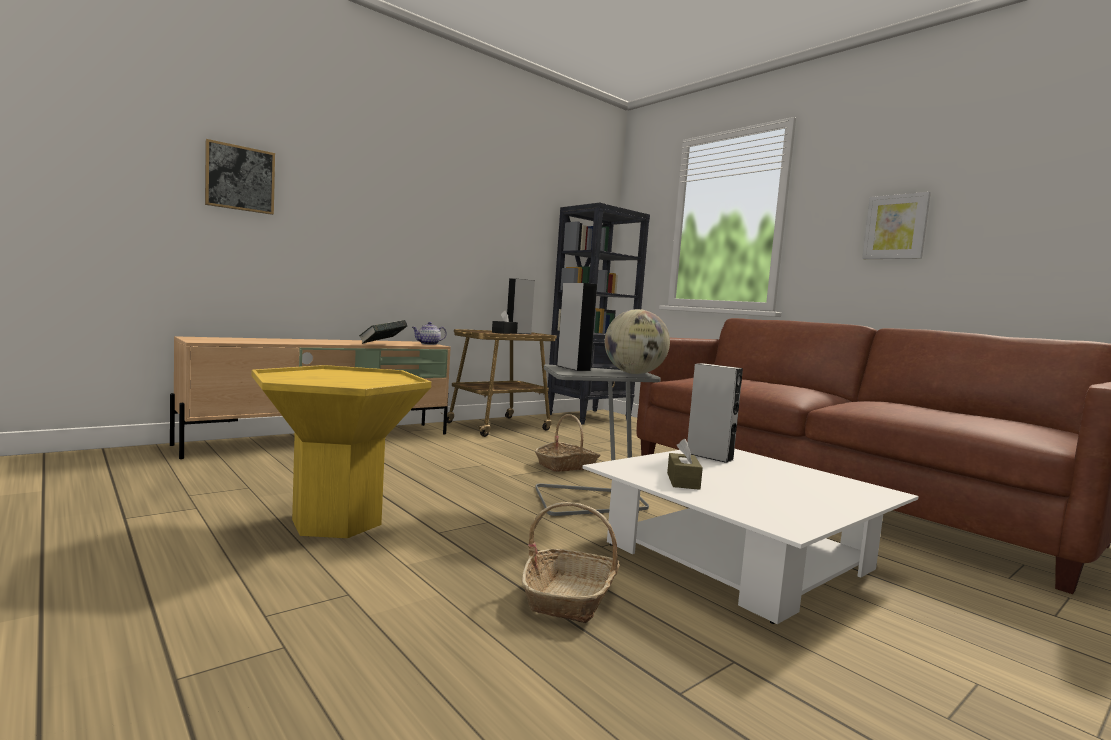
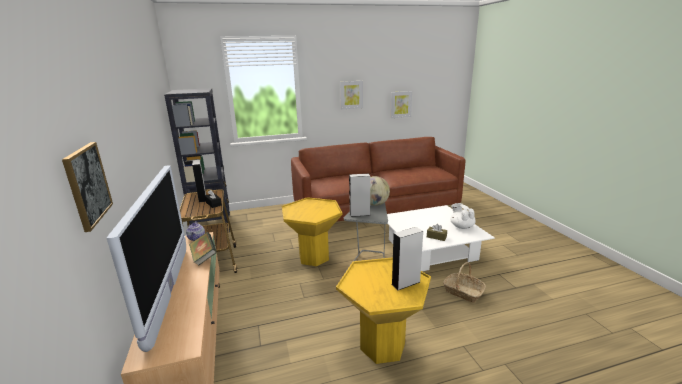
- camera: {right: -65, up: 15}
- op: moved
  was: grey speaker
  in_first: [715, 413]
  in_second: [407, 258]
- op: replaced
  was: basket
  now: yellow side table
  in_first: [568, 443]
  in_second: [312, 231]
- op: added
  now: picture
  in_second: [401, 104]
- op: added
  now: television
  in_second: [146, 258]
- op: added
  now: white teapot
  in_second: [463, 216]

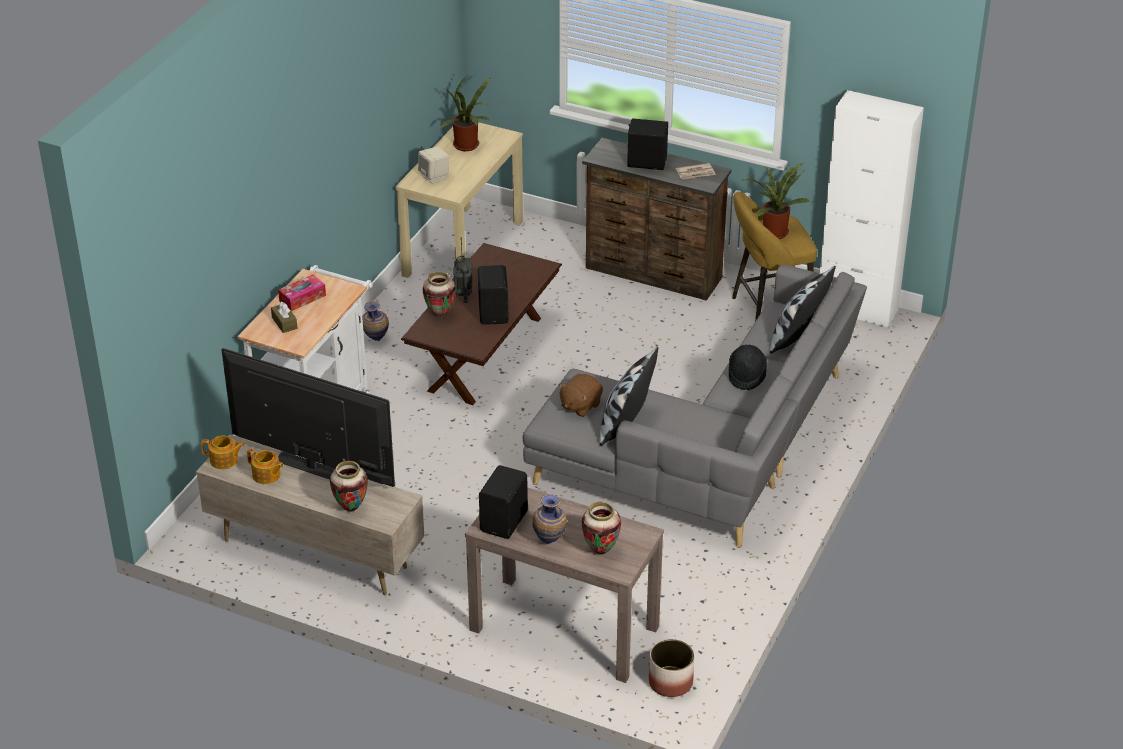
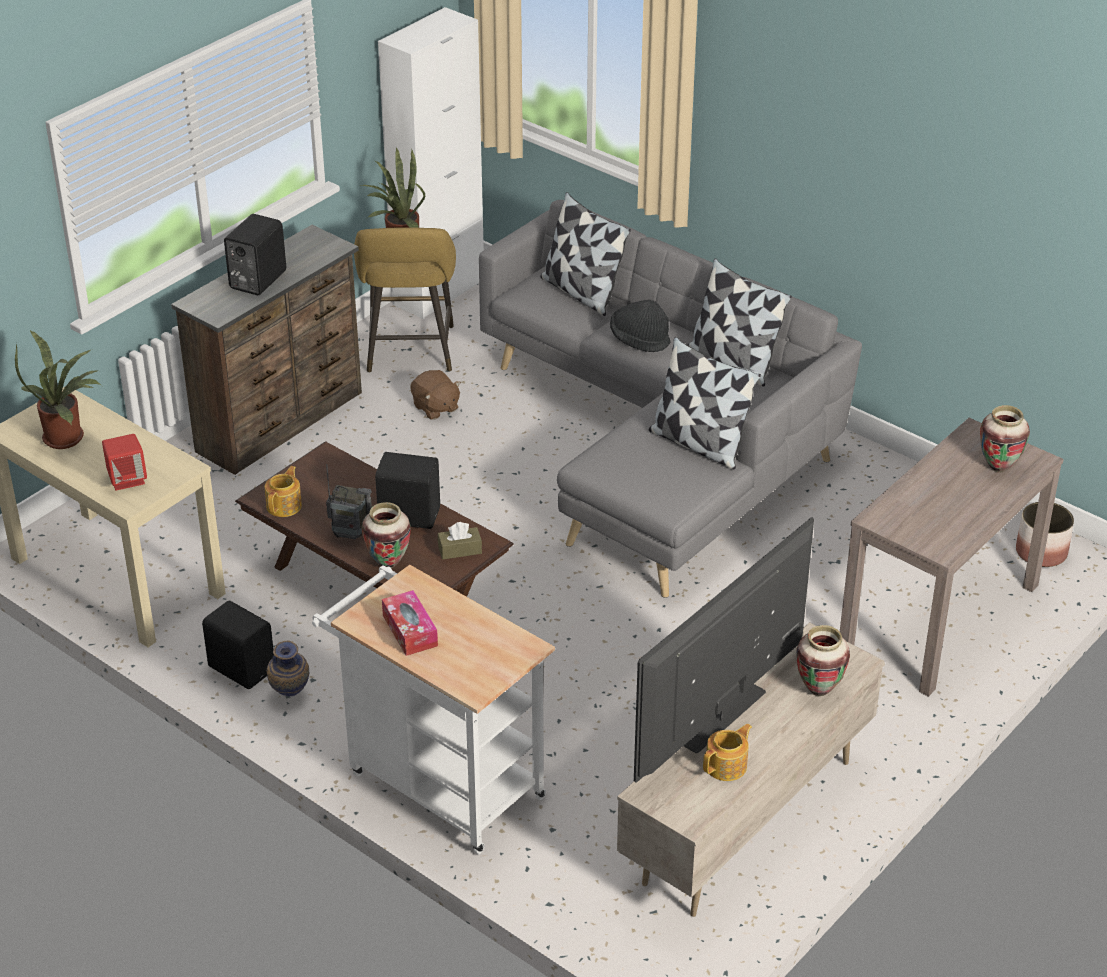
- camera: {right: -75, up: 0}
- op: recoloured
  was: beige speaker
  now: red speaker
  in_first: [433, 165]
  in_second: [124, 462]
- op: removed
  was: newspaper
  in_first: [696, 171]
- op: moved
  was: brown tissue box
  in_first: [284, 317]
  in_second: [460, 541]
- op: moved
  was: brown plush toy
  in_first: [581, 395]
  in_second: [435, 395]
- op: moved
  was: teapot
  in_first: [223, 453]
  in_second: [283, 491]
- op: moved
  was: black speaker
  in_first: [503, 502]
  in_second: [238, 645]
- op: removed
  was: vase
  in_first: [549, 519]
- op: added
  now: pillow
  in_second: [740, 322]

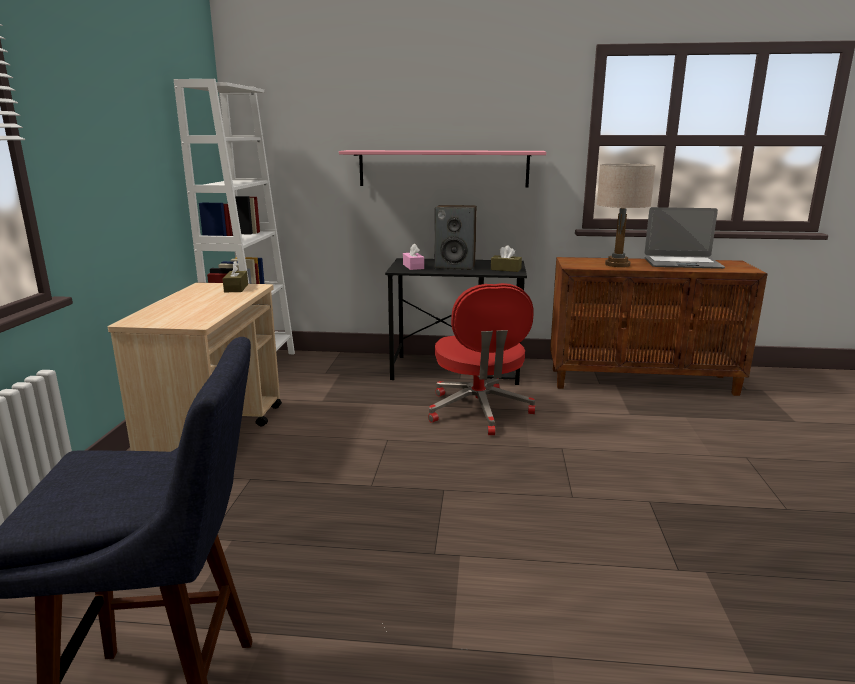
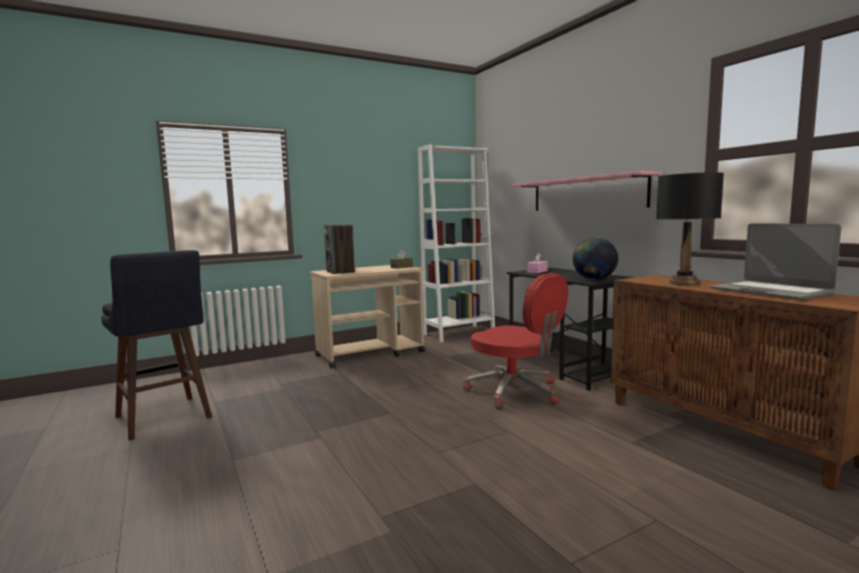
- camera: {right: 55, up: -10}
- op: recoloured
  was: beige table lamp
  now: black table lamp
  in_first: [626, 215]
  in_second: [690, 229]
- op: moved
  was: speaker
  in_first: [456, 237]
  in_second: [339, 249]
- op: replaced
  was: brown tissue box
  now: globe
  in_first: [506, 258]
  in_second: [595, 258]
- op: turned
  was: red office chair
  in_first: [482, 359]
  in_second: [515, 341]
  clockwise: -90

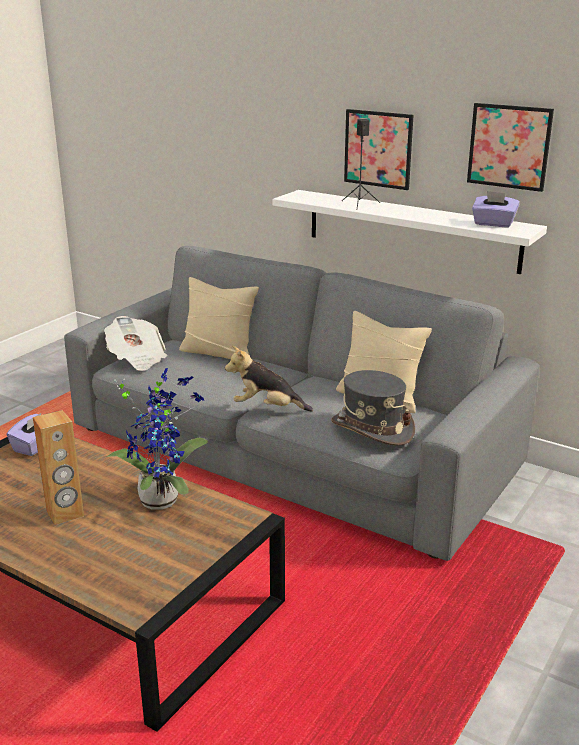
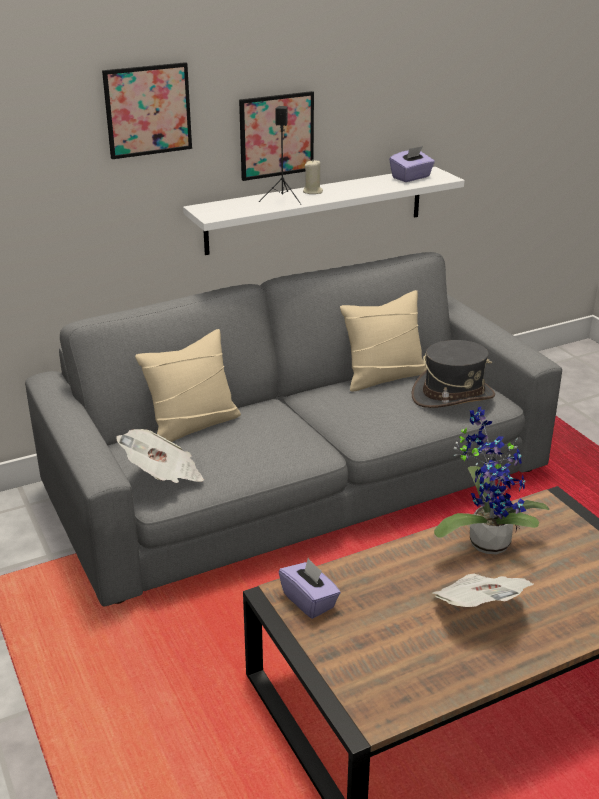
- camera: {right: -60, up: 5}
- op: moved
  was: picture
  in_first: [510, 147]
  in_second: [147, 110]
- op: removed
  was: plush toy
  in_first: [269, 379]
- op: replaced
  was: brown speaker
  now: newspaper
  in_first: [58, 467]
  in_second: [483, 590]
- op: added
  now: beige candle
  in_second: [313, 177]

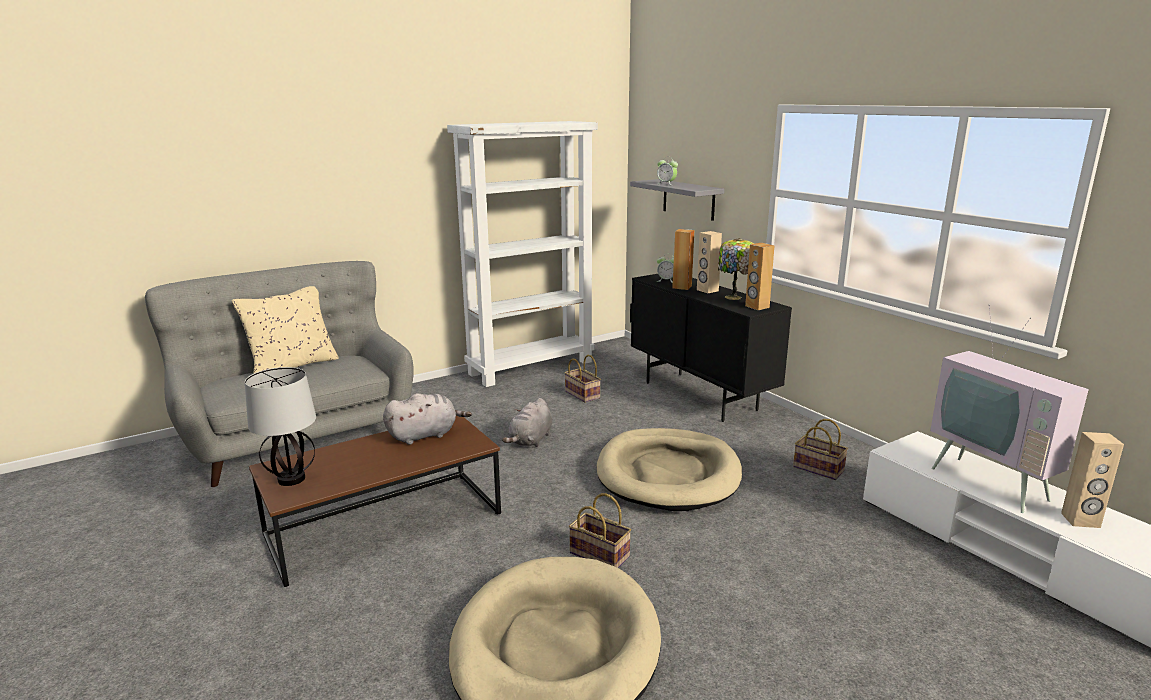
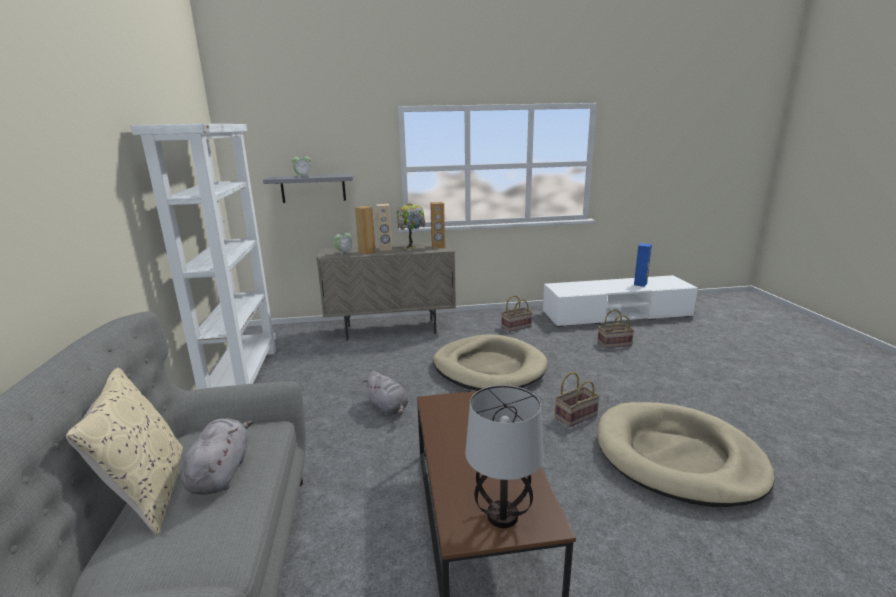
- camera: {right: -65, up: 0}
- op: recoloured
  was: black cabinet
  now: beige cabinet
  in_first: [711, 348]
  in_second: [386, 291]
- op: removed
  was: television
  in_first: [1009, 408]
- op: moved
  was: basket
  in_first: [582, 379]
  in_second: [615, 329]
- op: moved
  was: grey plush toy
  in_first: [427, 419]
  in_second: [217, 456]
- op: recoloured
  was: beige speaker
  now: blue speaker
  in_first: [1092, 480]
  in_second: [643, 265]

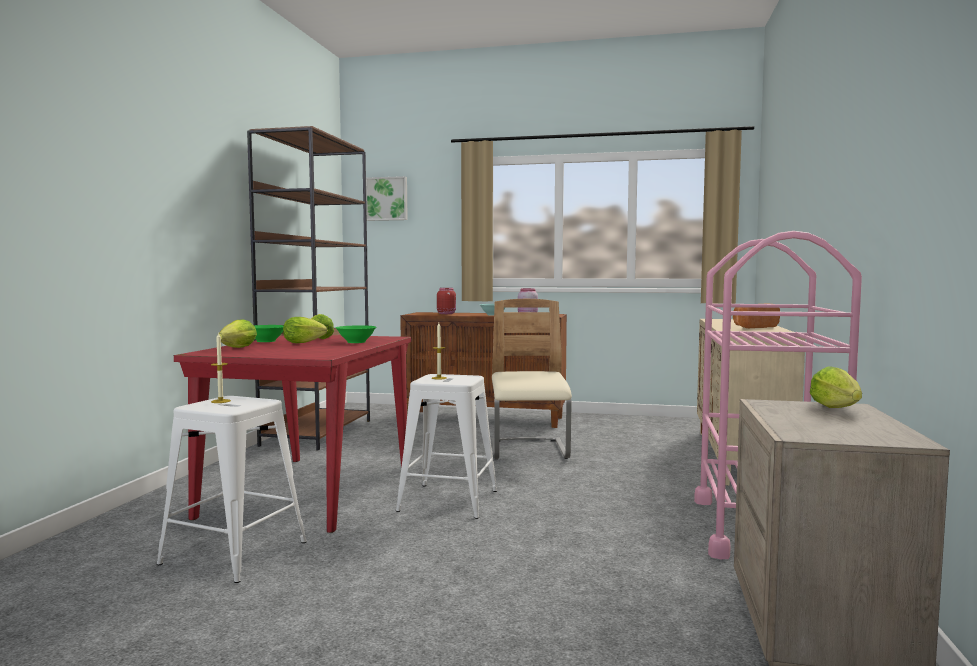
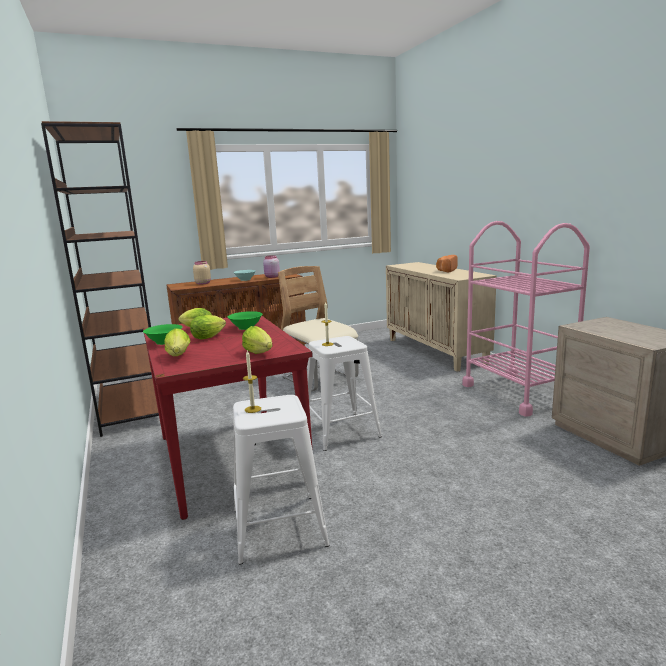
- camera: {right: -35, up: 10}
- op: removed
  was: picture
  in_first: [387, 198]
- op: recoloured
  was: red jar
  now: beige jar
  in_first: [446, 301]
  in_second: [202, 273]
- op: moved
  was: lettuce
  in_first: [836, 387]
  in_second: [257, 340]

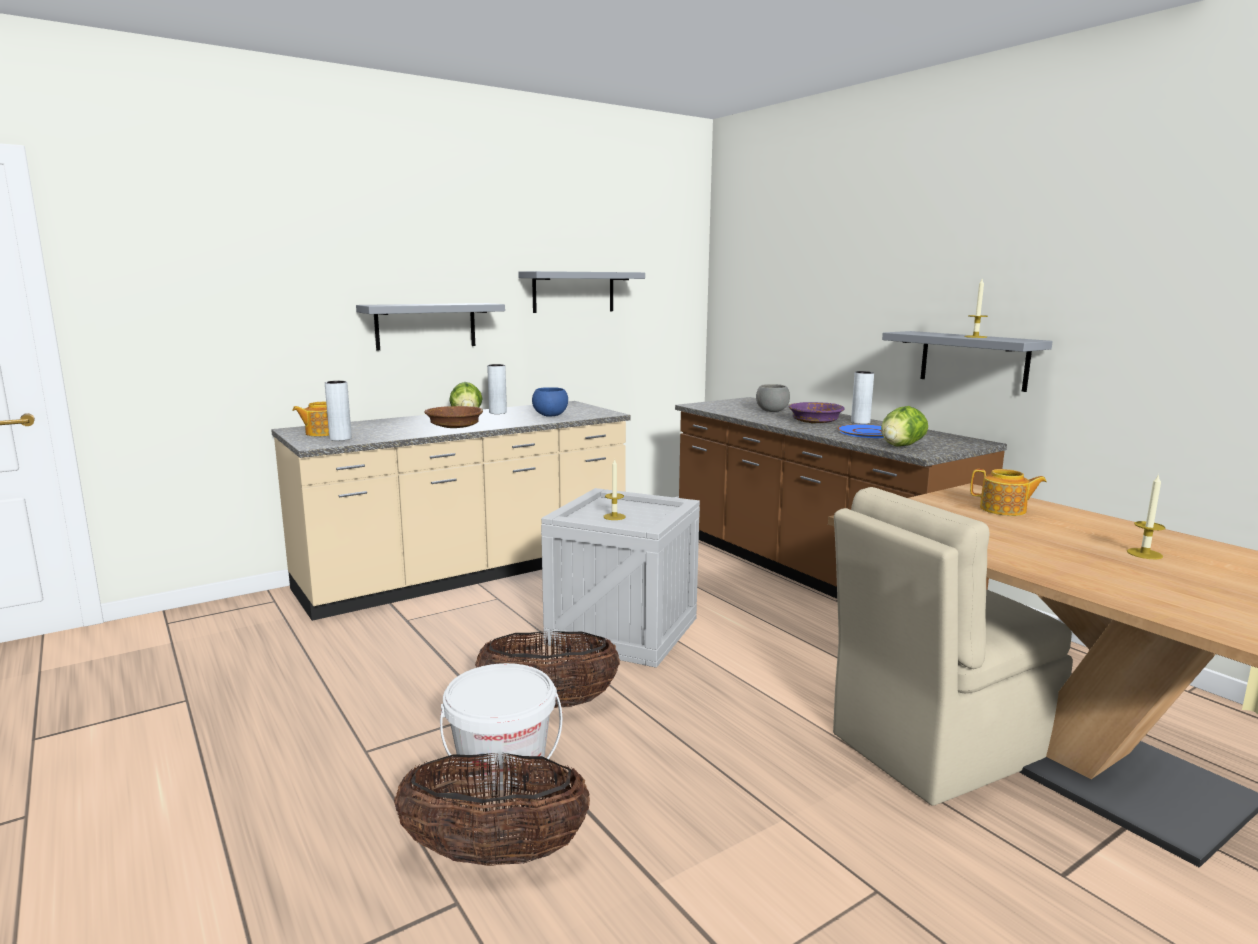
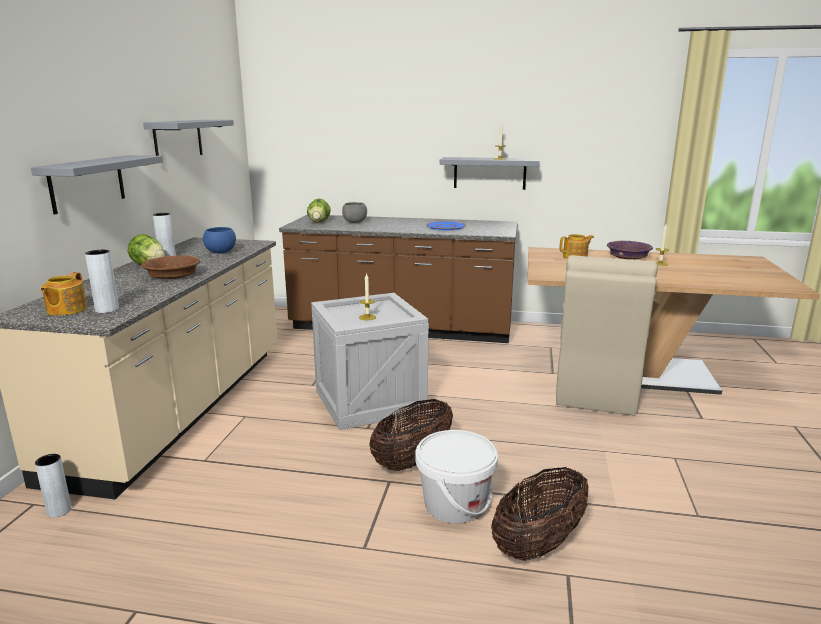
- camera: {right: -45, up: 5}
- op: moved
  was: grey vase
  in_first: [862, 397]
  in_second: [53, 486]
- op: moved
  was: purple bowl
  in_first: [816, 412]
  in_second: [630, 250]
- op: moved
  was: lettuce
  in_first: [904, 426]
  in_second: [319, 211]

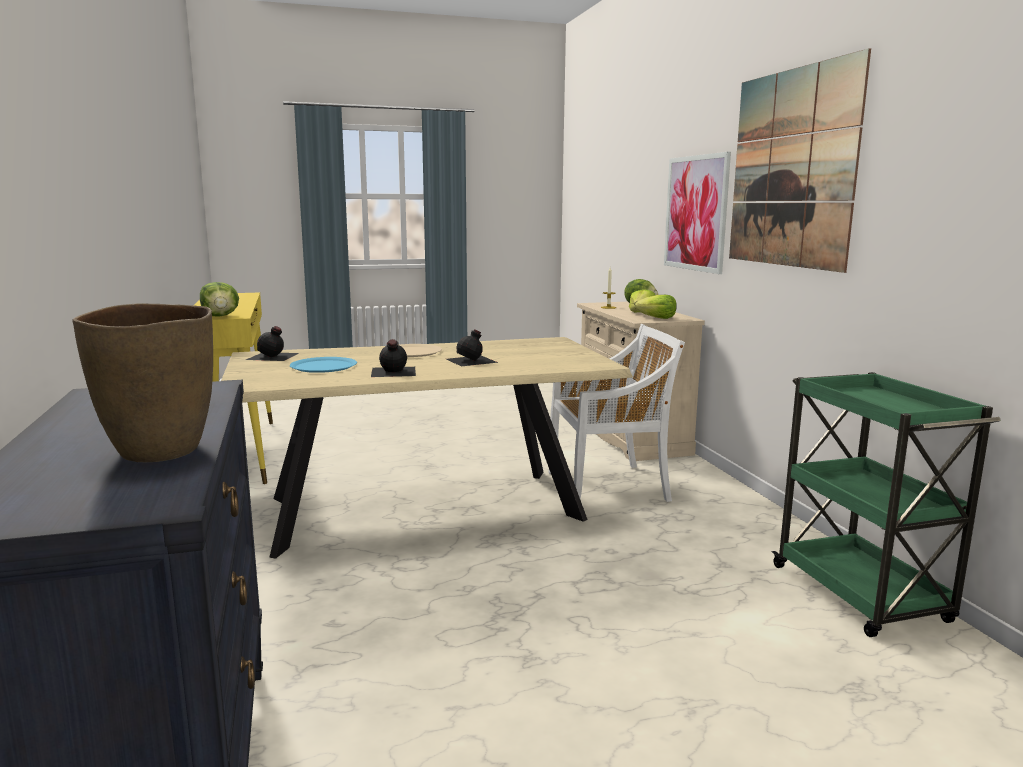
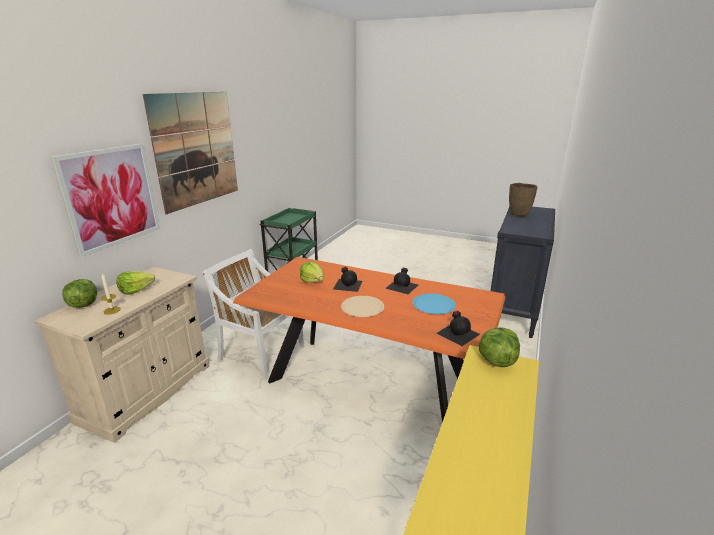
- camera: {right: -140, up: 10}
- op: moved
  was: lettuce
  in_first: [656, 307]
  in_second: [311, 272]
- op: recoloured
  was: beige dining table
  now: orange dining table
  in_first: [427, 448]
  in_second: [369, 339]

